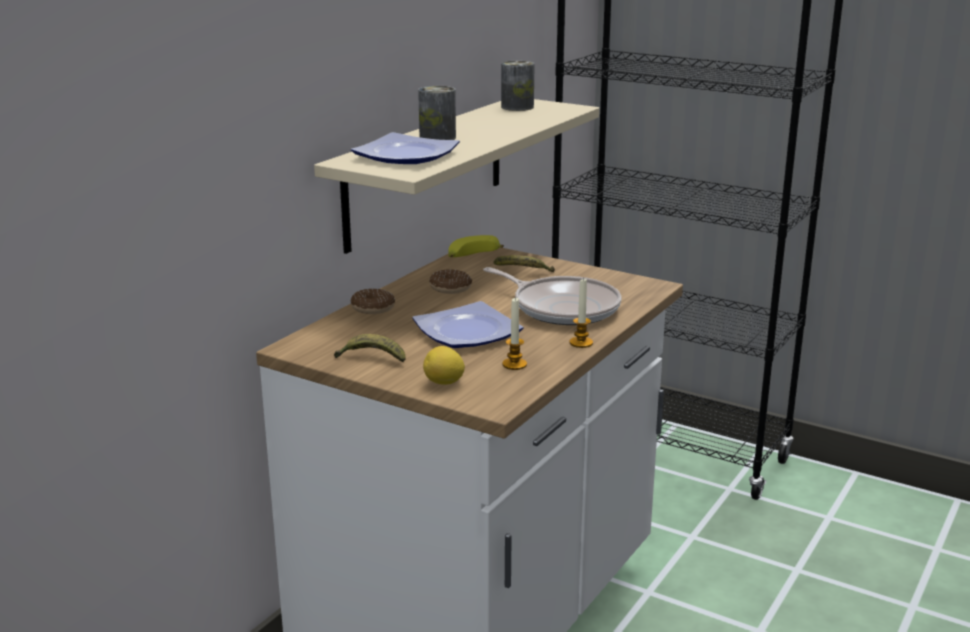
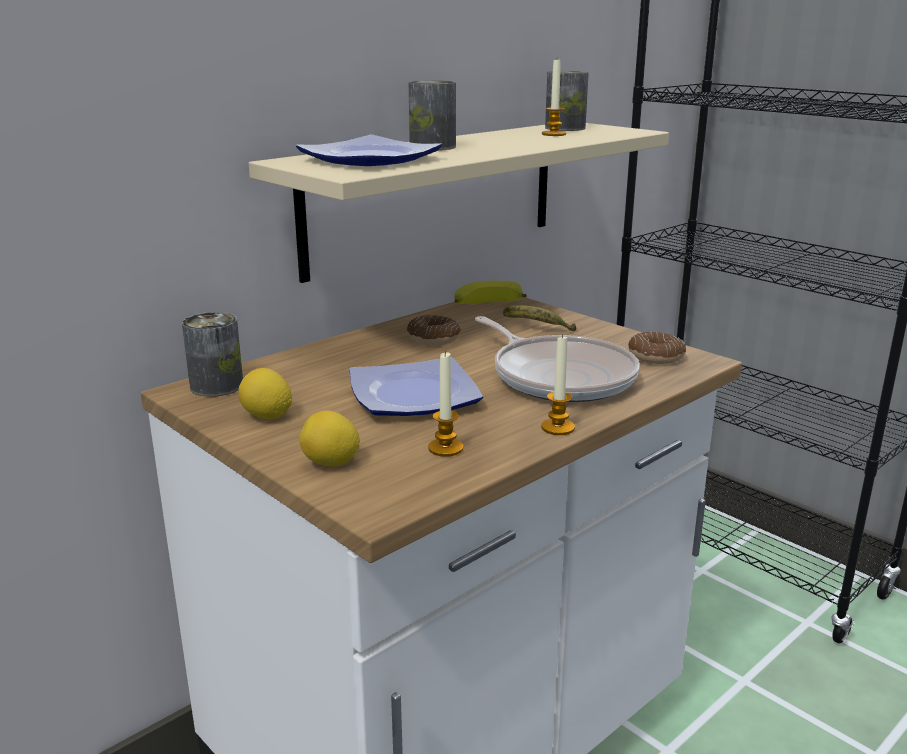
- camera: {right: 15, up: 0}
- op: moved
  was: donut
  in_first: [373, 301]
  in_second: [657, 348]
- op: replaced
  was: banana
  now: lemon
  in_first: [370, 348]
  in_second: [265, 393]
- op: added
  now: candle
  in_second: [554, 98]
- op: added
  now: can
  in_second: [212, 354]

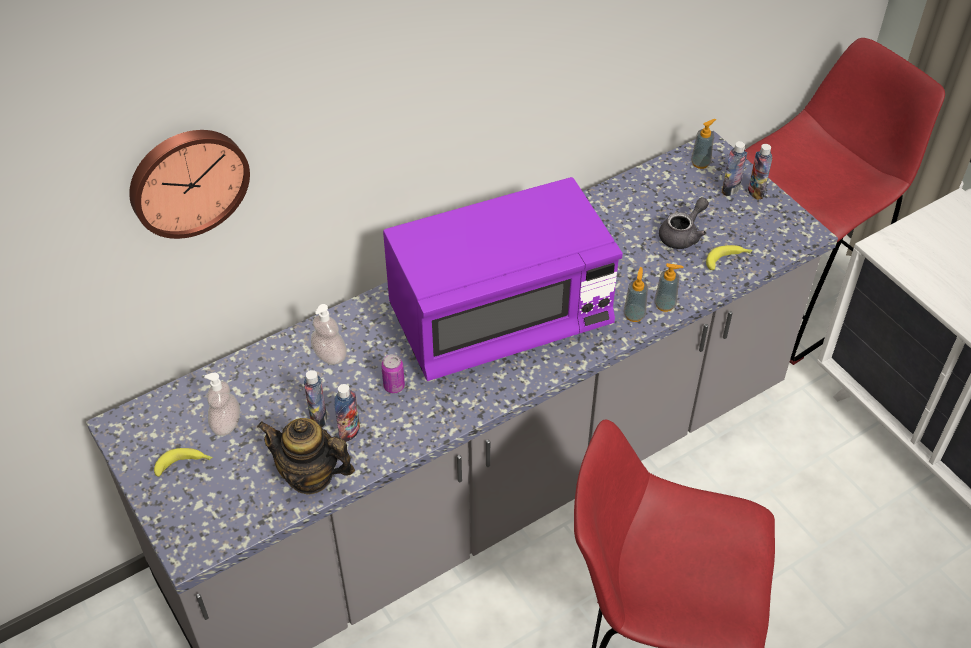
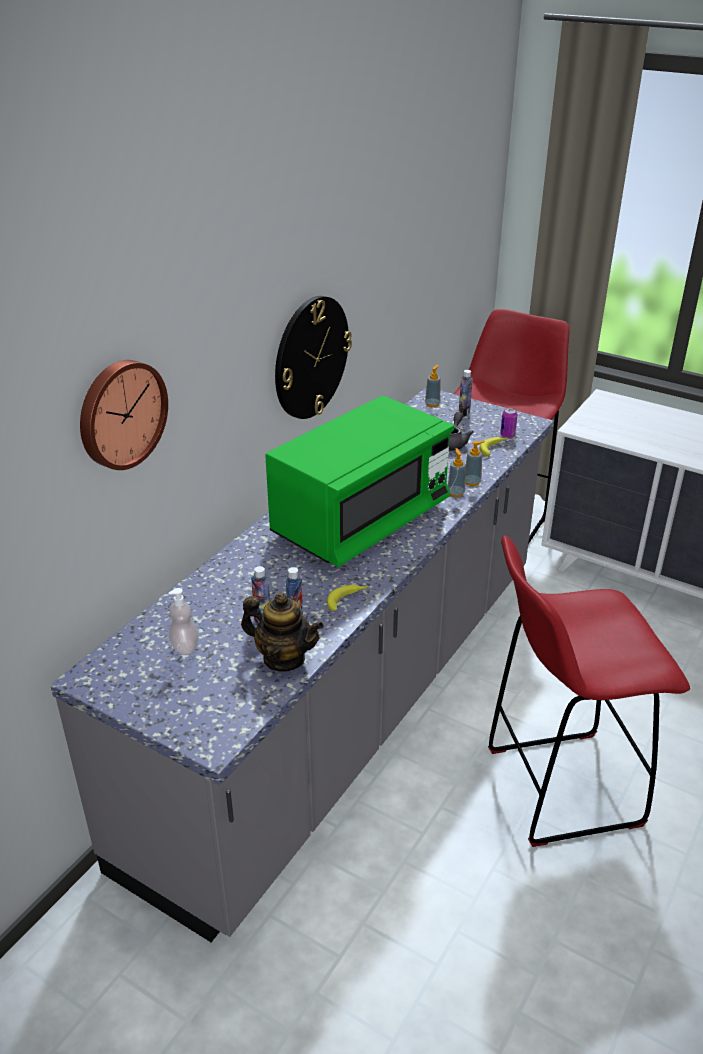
- camera: {right: -25, up: -15}
- op: removed
  was: bottle
  in_first: [760, 172]
- op: recoloured
  was: purple microwave
  now: green microwave
  in_first: [503, 279]
  in_second: [359, 481]
- op: removed
  was: soap dispenser
  in_first: [329, 334]
- op: moved
  was: can
  in_first: [393, 373]
  in_second: [508, 423]
- op: turned
  was: teapot
  in_first: [306, 456]
  in_second: [282, 632]
  clockwise: -150
- op: moved
  was: banana
  in_first: [183, 462]
  in_second: [347, 598]
- op: added
  now: wall clock
  in_second: [313, 357]

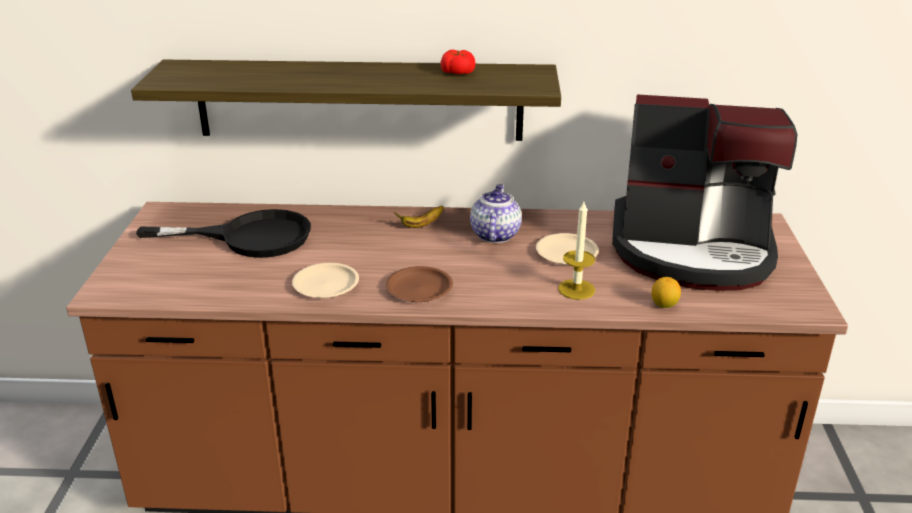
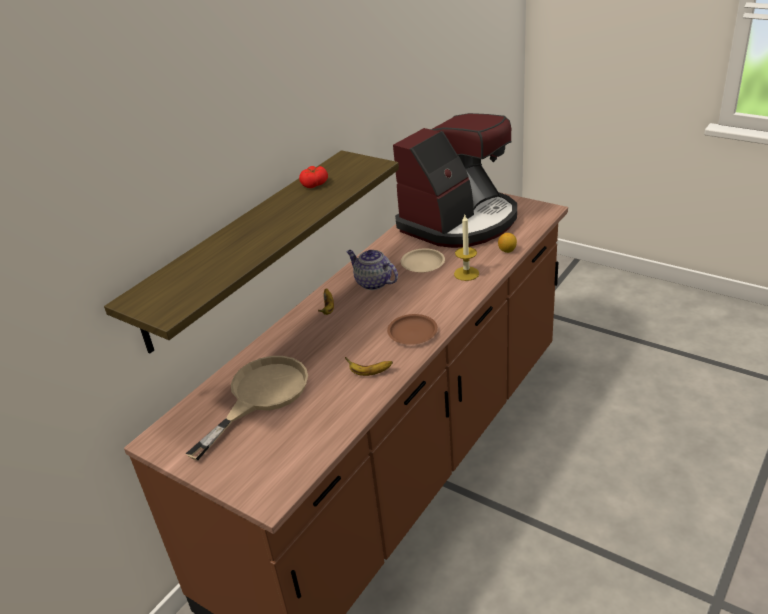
- camera: {right: -55, up: 5}
- op: recoloured
  was: black frying pan
  now: beige frying pan
  in_first: [223, 233]
  in_second: [247, 408]
- op: replaced
  was: beige plate
  now: banana
  in_first: [325, 280]
  in_second: [369, 366]

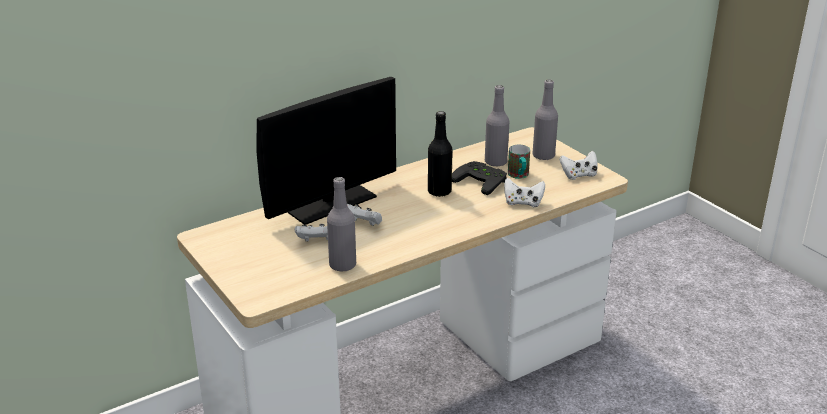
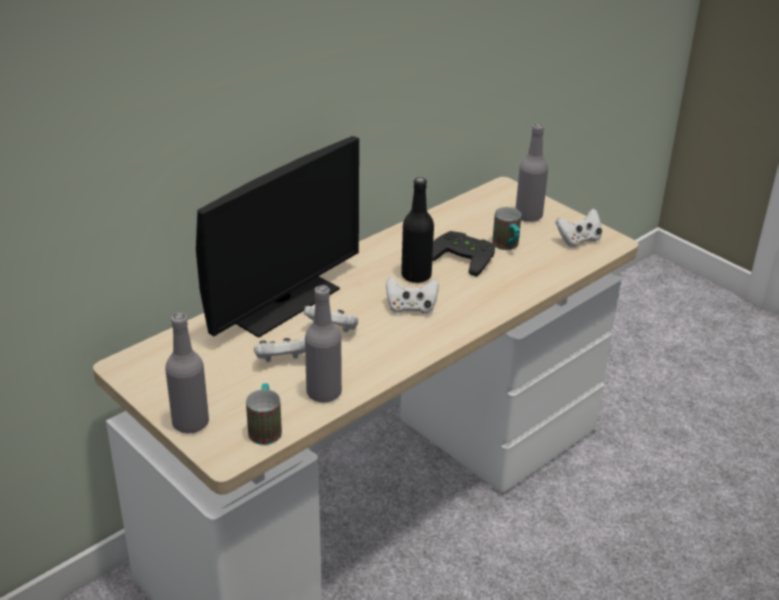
- camera: {right: -10, up: 5}
- op: moved
  was: grey bottle
  in_first: [497, 126]
  in_second: [187, 373]
- op: moved
  was: white game controller
  in_first: [524, 192]
  in_second: [412, 295]
- op: added
  now: mug
  in_second: [264, 414]

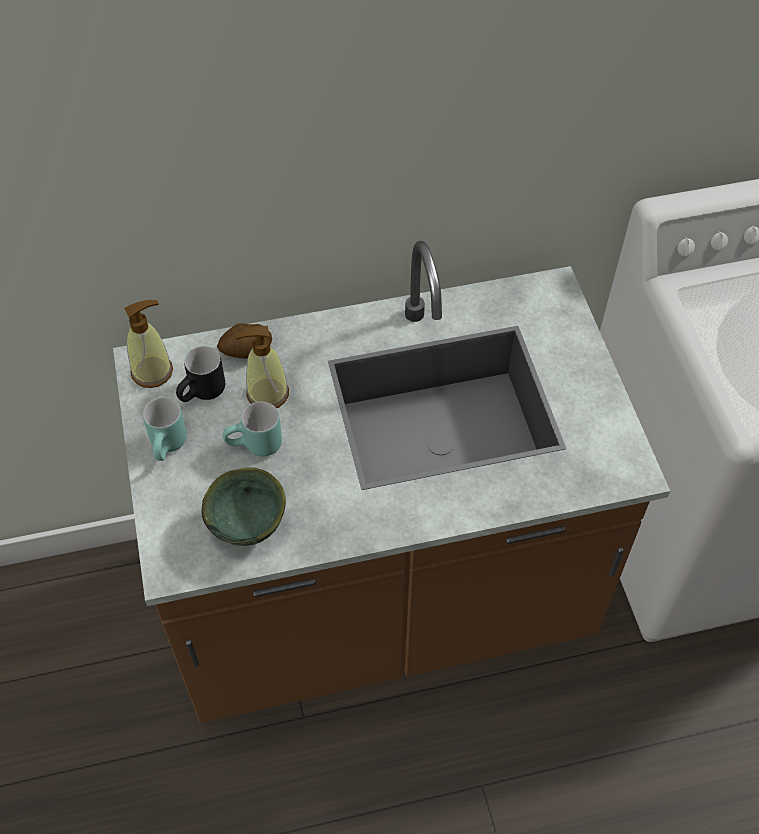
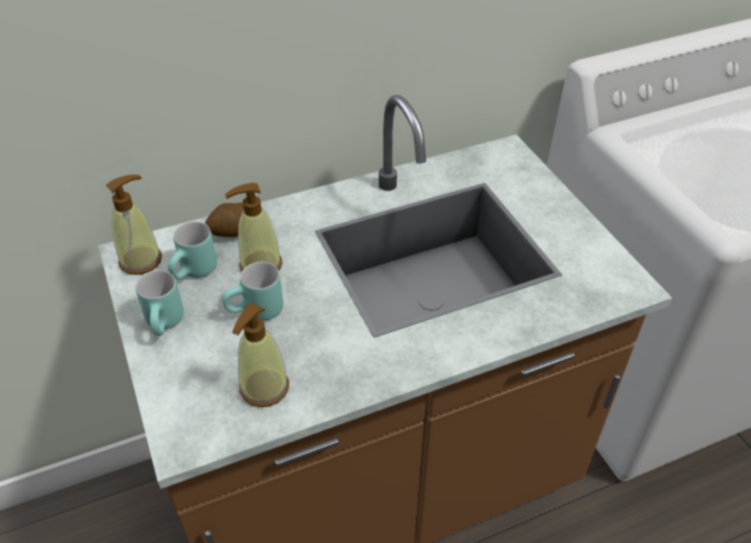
- camera: {right: -10, up: -10}
- op: recoloured
  was: black mug
  now: turquoise mug
  in_first: [200, 374]
  in_second: [192, 250]
- op: replaced
  was: green bowl
  now: soap dispenser
  in_first: [244, 506]
  in_second: [260, 355]

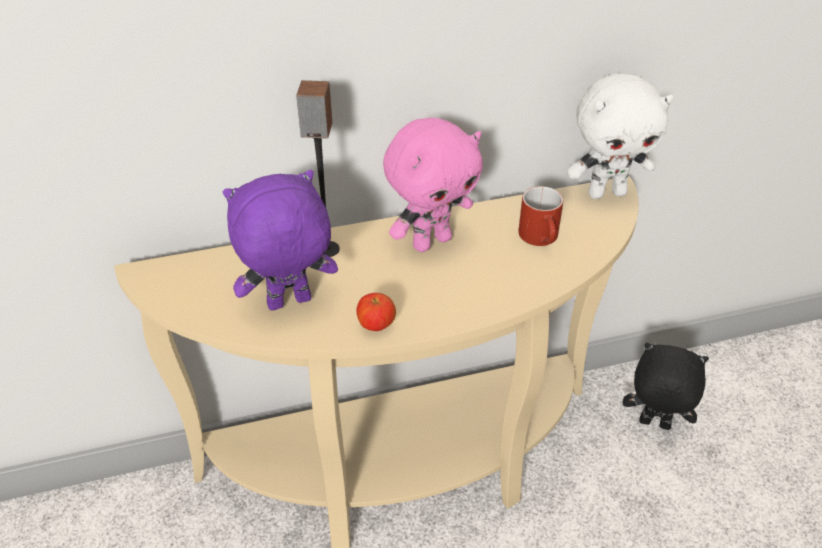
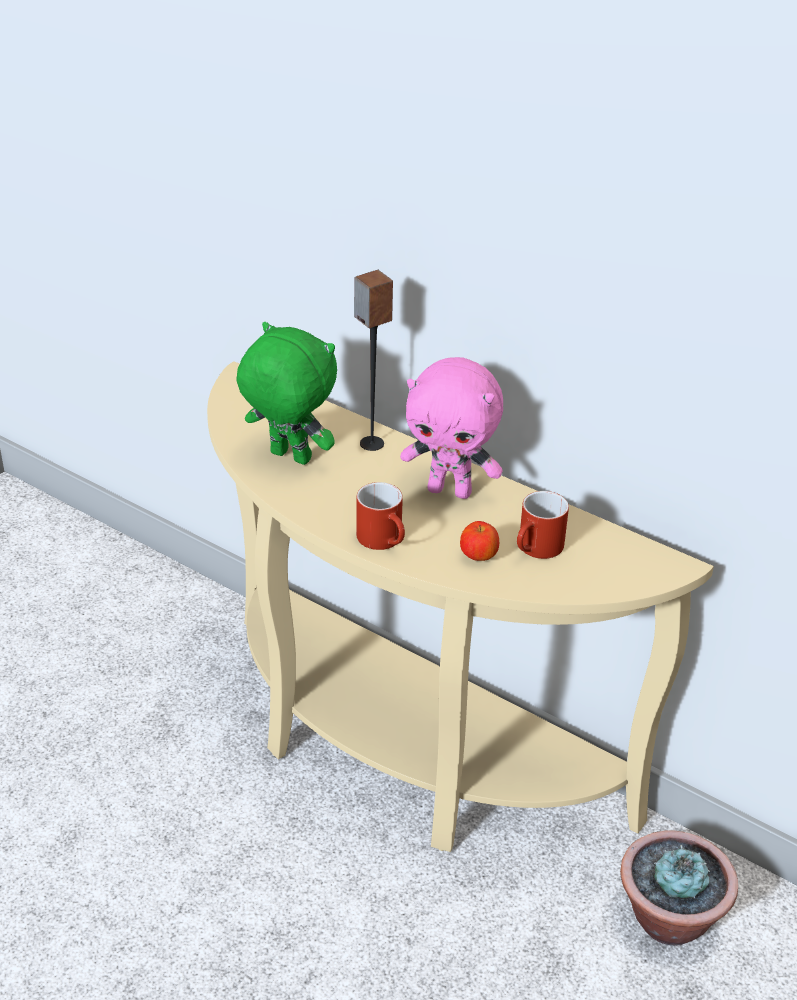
- camera: {right: 50, up: -5}
- op: removed
  was: white plush toy
  in_first: [620, 136]
- op: recoloured
  was: purple plush toy
  now: green plush toy
  in_first: [280, 240]
  in_second: [286, 393]
- op: moved
  was: apple
  in_first: [376, 312]
  in_second: [479, 541]
- op: replaced
  was: black plush toy
  now: potted plant
  in_first: [666, 386]
  in_second: [679, 888]
- op: added
  now: red mug
  in_second: [380, 516]

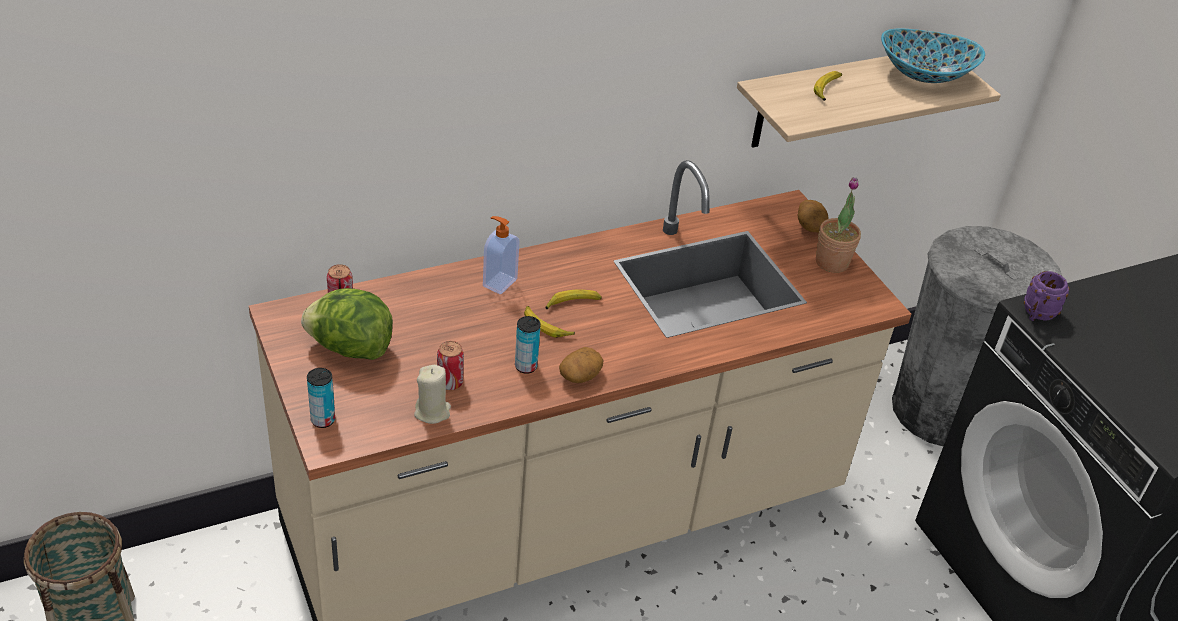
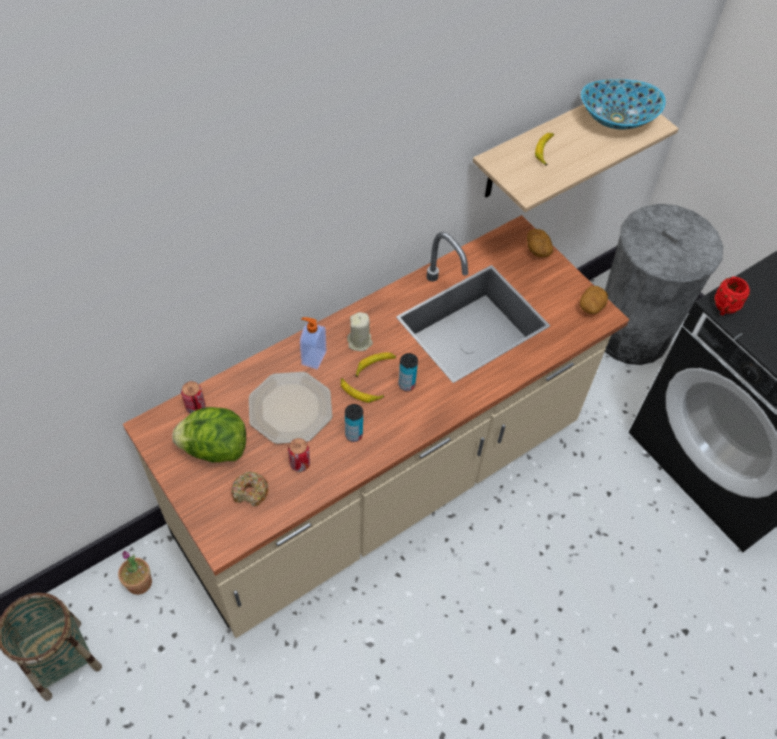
- camera: {right: -10, up: 15}
- op: moved
  was: potted plant
  in_first: [838, 225]
  in_second: [135, 573]
- op: recoloured
  was: purple mug
  now: red mug
  in_first: [1046, 296]
  in_second: [732, 296]
- op: moved
  was: potato
  in_first: [581, 365]
  in_second: [594, 300]
- op: moved
  was: beige candle
  in_first: [432, 394]
  in_second: [360, 331]
- op: moved
  was: can
  in_first: [321, 398]
  in_second: [408, 372]
- op: added
  now: plate
  in_second: [291, 408]
- op: added
  now: donut
  in_second: [249, 489]

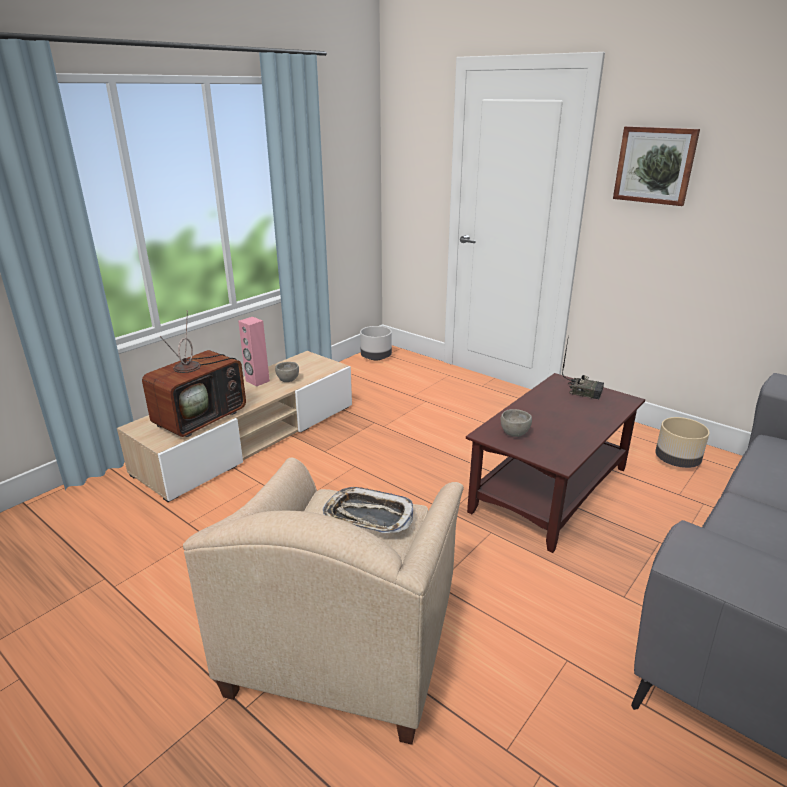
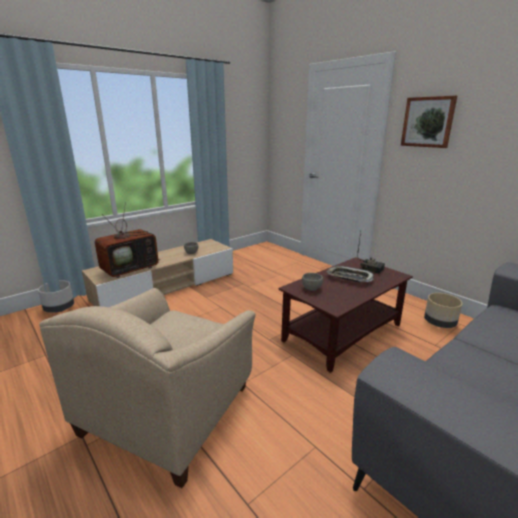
- camera: {right: 10, up: -5}
- op: removed
  was: pink speaker
  in_first: [254, 352]
- op: moved
  was: grey planter
  in_first: [376, 343]
  in_second: [56, 296]
- op: moved
  was: tray
  in_first: [367, 510]
  in_second: [350, 274]

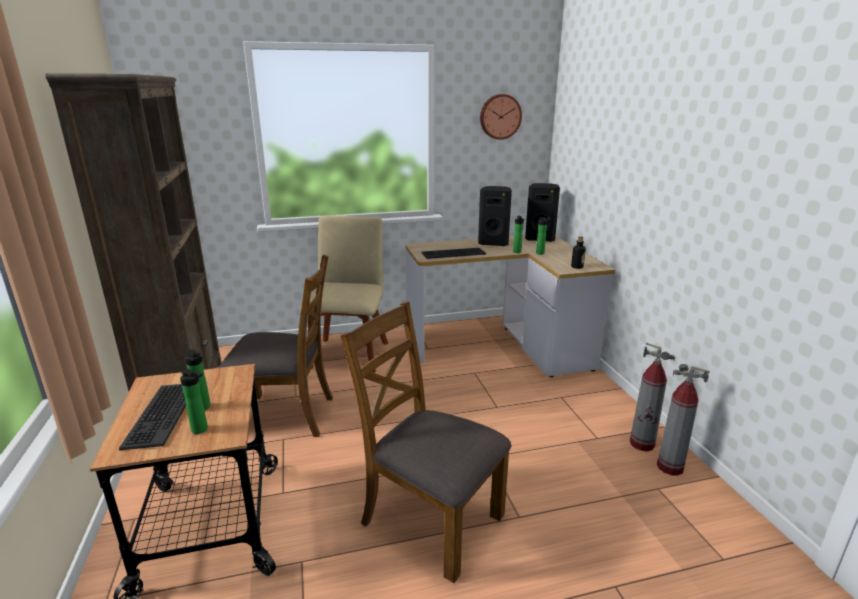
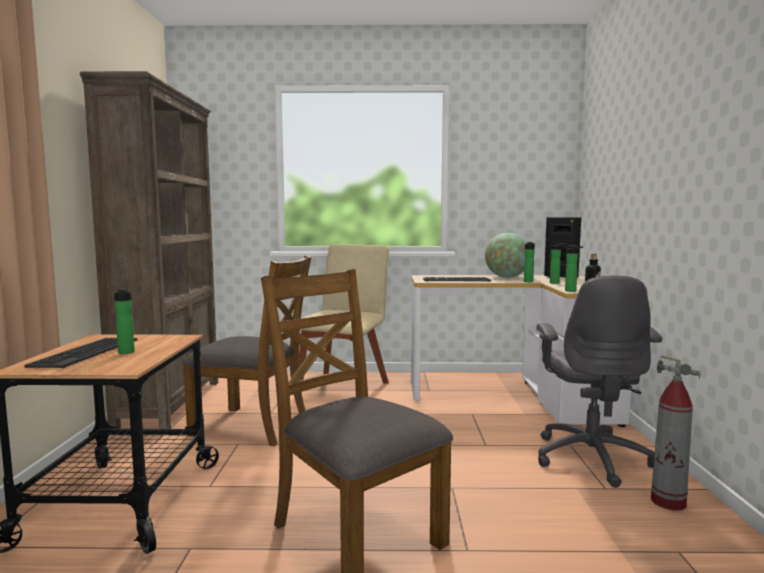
- camera: {right: 15, up: -15}
- op: removed
  was: wall clock
  in_first: [501, 117]
- op: replaced
  was: black speaker
  now: globe
  in_first: [495, 216]
  in_second: [506, 255]
- op: removed
  was: fire extinguisher
  in_first: [683, 420]
- op: moved
  was: bottle
  in_first: [194, 401]
  in_second: [574, 268]
- op: added
  now: grey office chair
  in_second: [599, 382]

